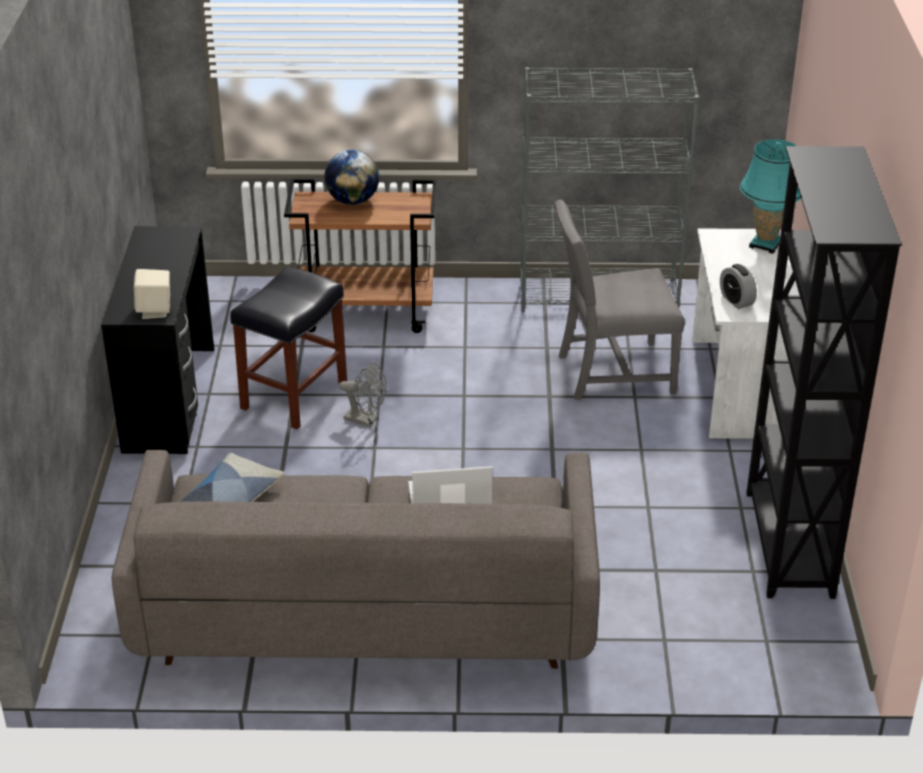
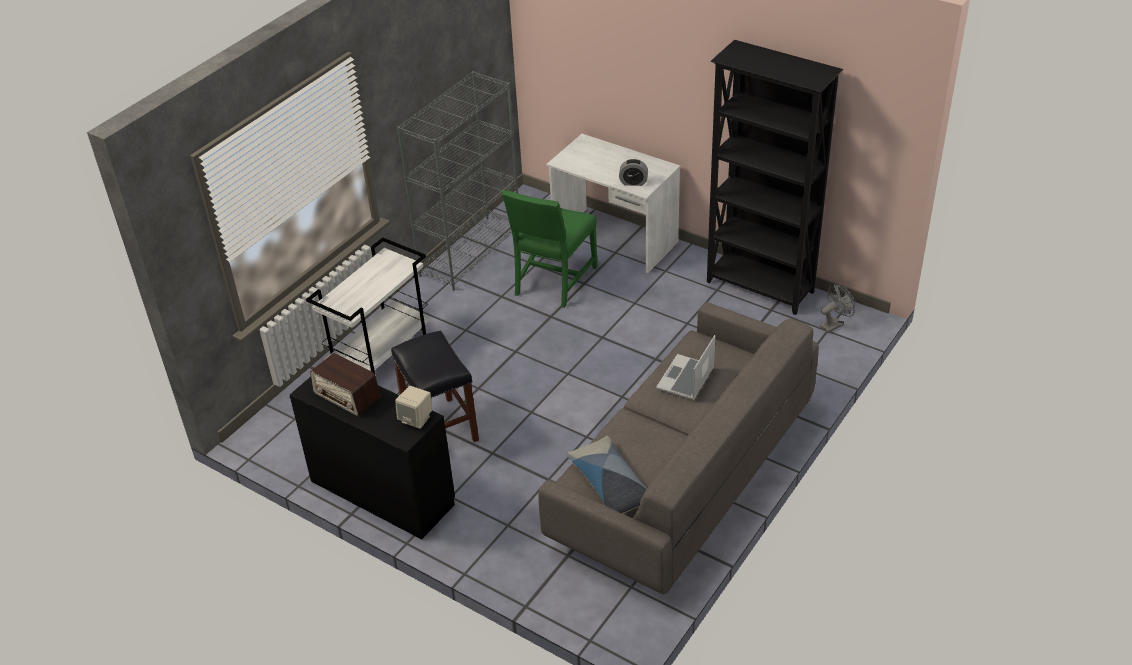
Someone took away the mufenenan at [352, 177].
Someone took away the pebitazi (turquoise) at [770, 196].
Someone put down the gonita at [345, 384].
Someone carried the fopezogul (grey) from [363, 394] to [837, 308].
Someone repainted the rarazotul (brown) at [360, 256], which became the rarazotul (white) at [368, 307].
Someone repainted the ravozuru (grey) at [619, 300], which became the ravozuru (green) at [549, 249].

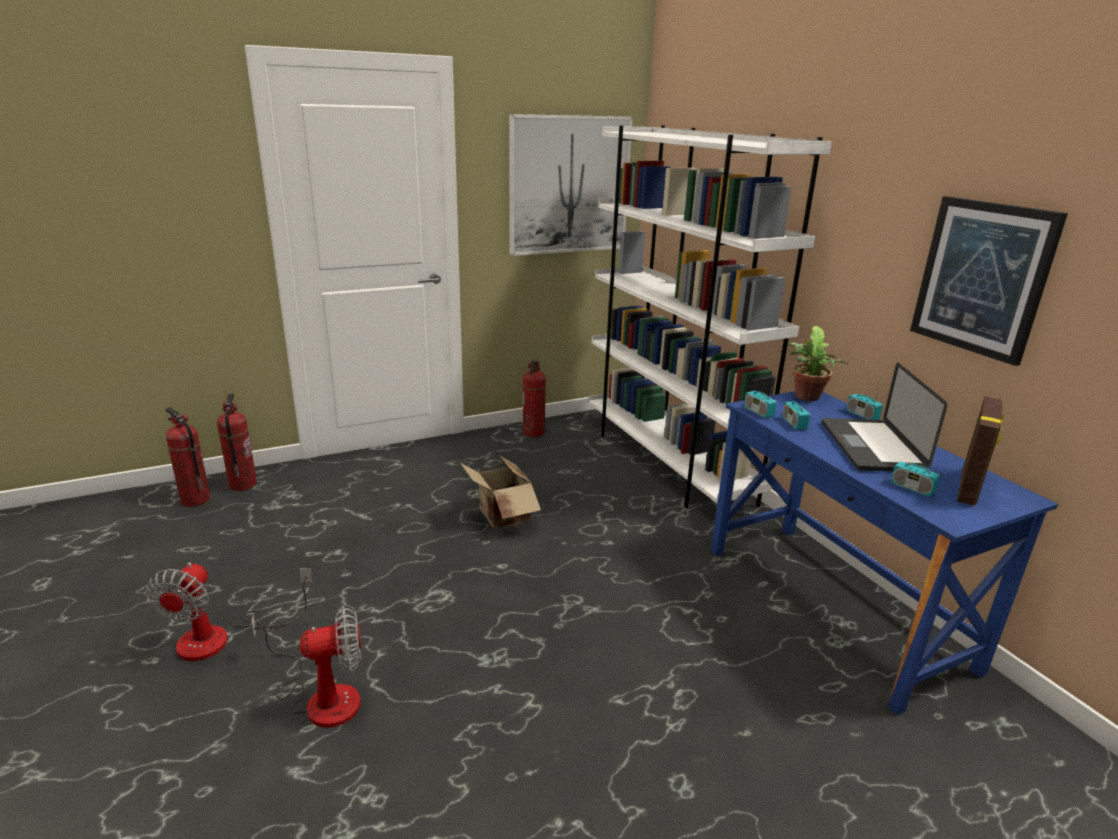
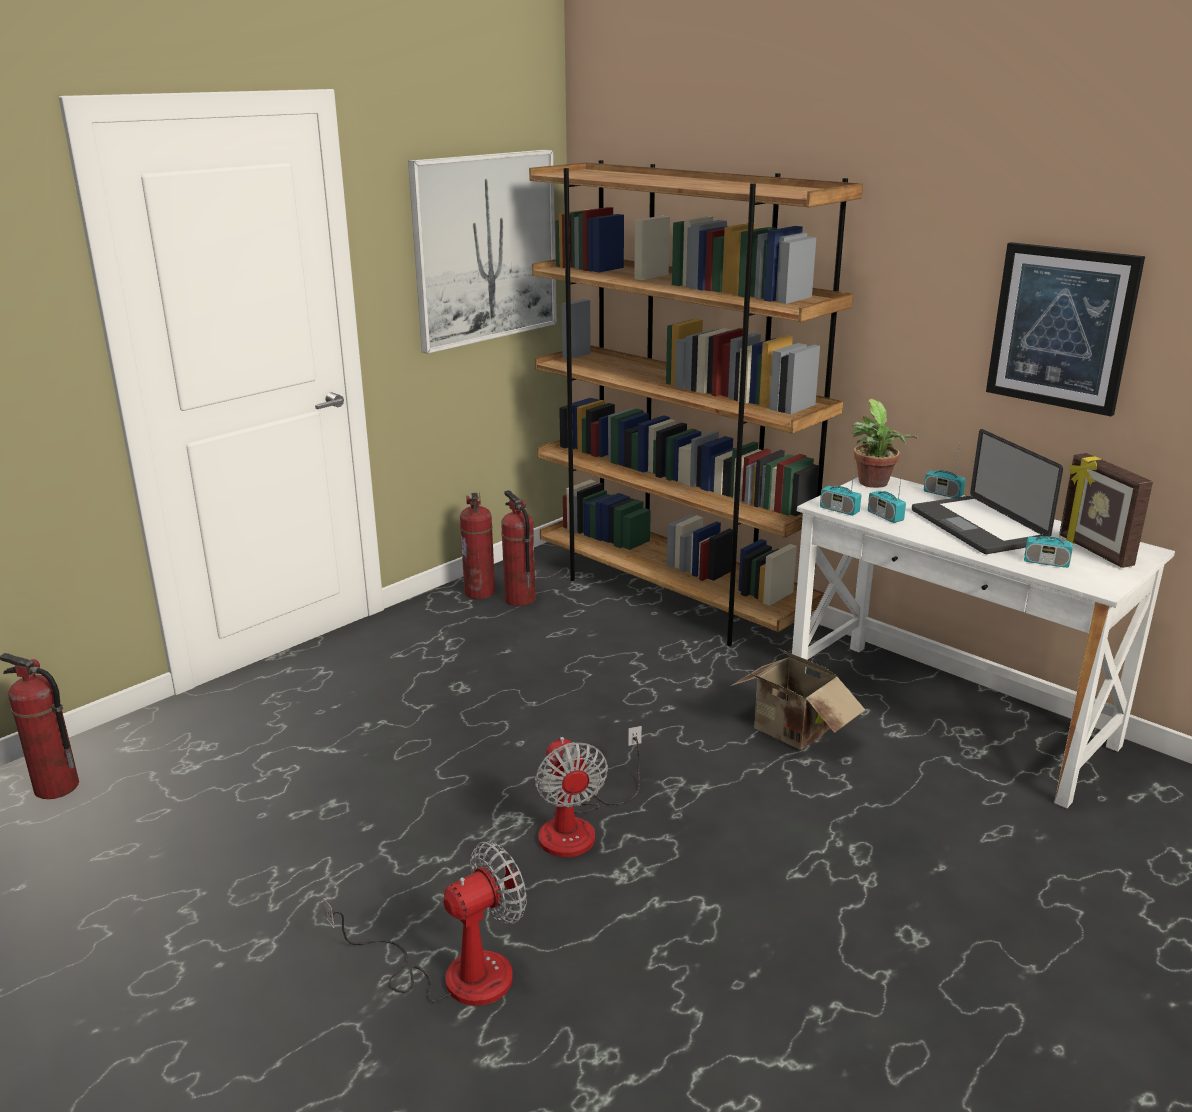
Someone carried the fopezogul from [229, 611] to [588, 791].
Someone carried the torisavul from [237, 442] to [518, 548].
Someone carried the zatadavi from [500, 491] to [798, 699].
Someone repainted the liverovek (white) at [710, 316], which became the liverovek (brown) at [696, 403].
Someone repainted the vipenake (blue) at [884, 553], which became the vipenake (white) at [983, 642].
Someone rotated the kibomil at [980, 451] by 150 degrees clockwise.

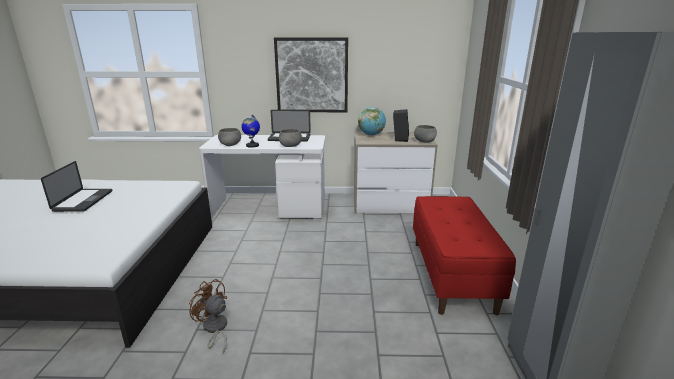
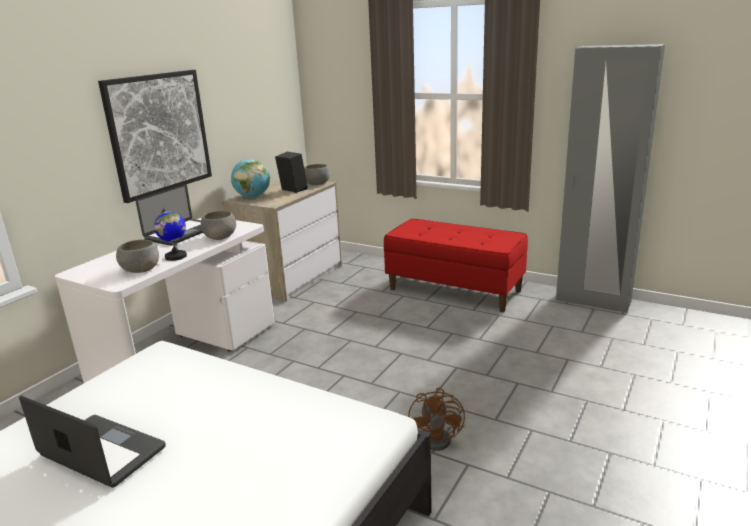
Someone rotated the fopezogul (brown) at [208, 317] by 60 degrees counterclockwise.

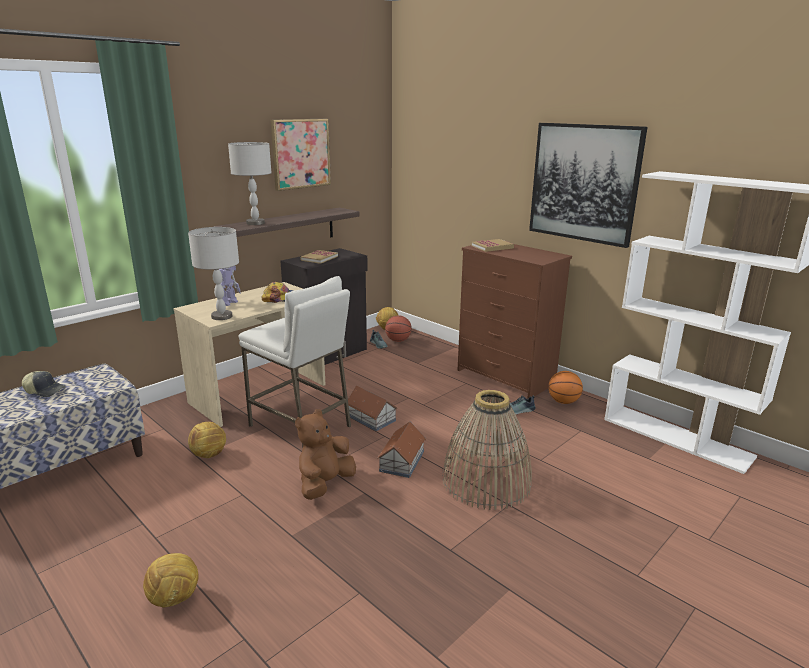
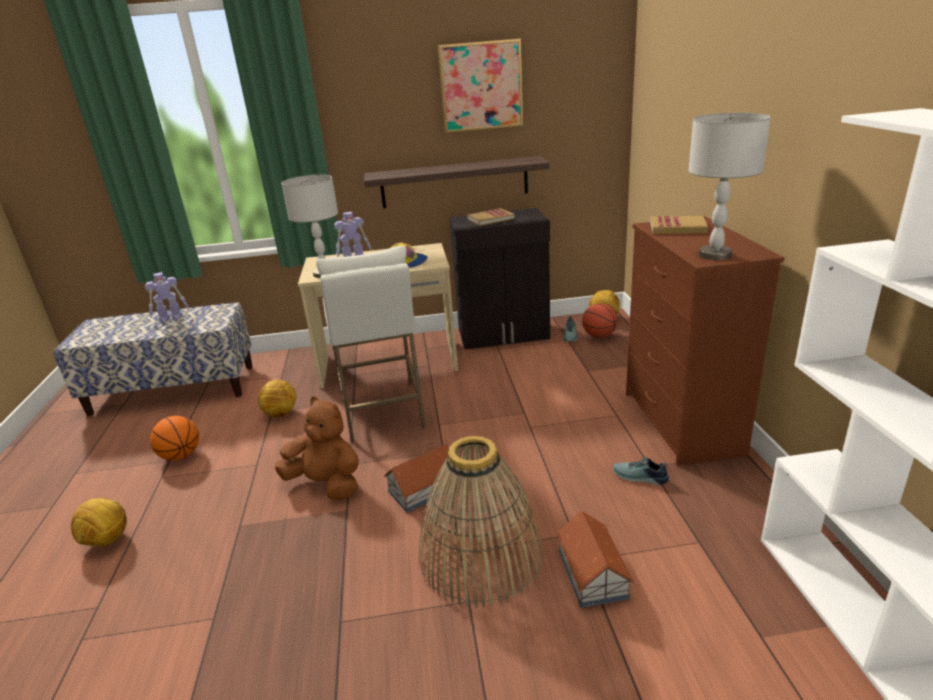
Someone took away the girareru at [588, 185].
Someone carried the pebitazi (grey) from [250, 183] to [729, 186].
Someone carried the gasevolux from [373, 408] to [595, 559].
Someone carried the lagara from [565, 387] to [174, 438].
Someone swapped the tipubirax at [44, 384] for the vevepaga at [167, 297].
Someone rotated the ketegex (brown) at [325, 454] by 45 degrees clockwise.

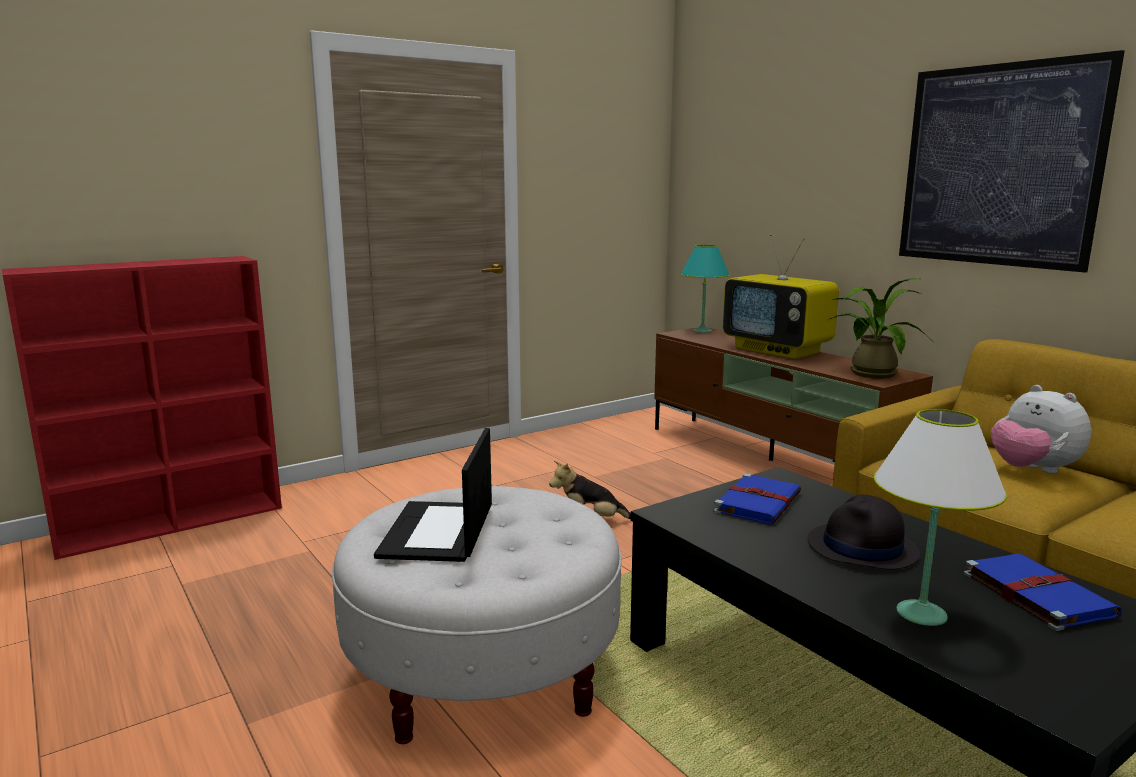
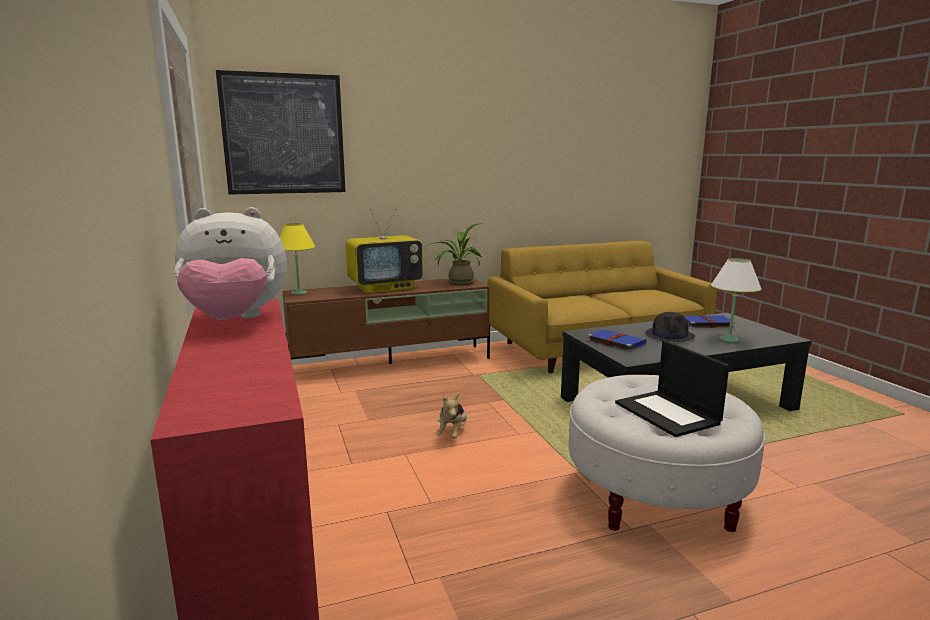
Someone carried the girareru from [1012, 161] to [281, 132].
Someone carried the ketegex from [1041, 429] to [230, 263].
Someone repainted the pebitazi (turquoise) at [705, 289], which became the pebitazi (yellow) at [298, 258].
Someone rotated the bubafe at [433, 495] by 45 degrees clockwise.

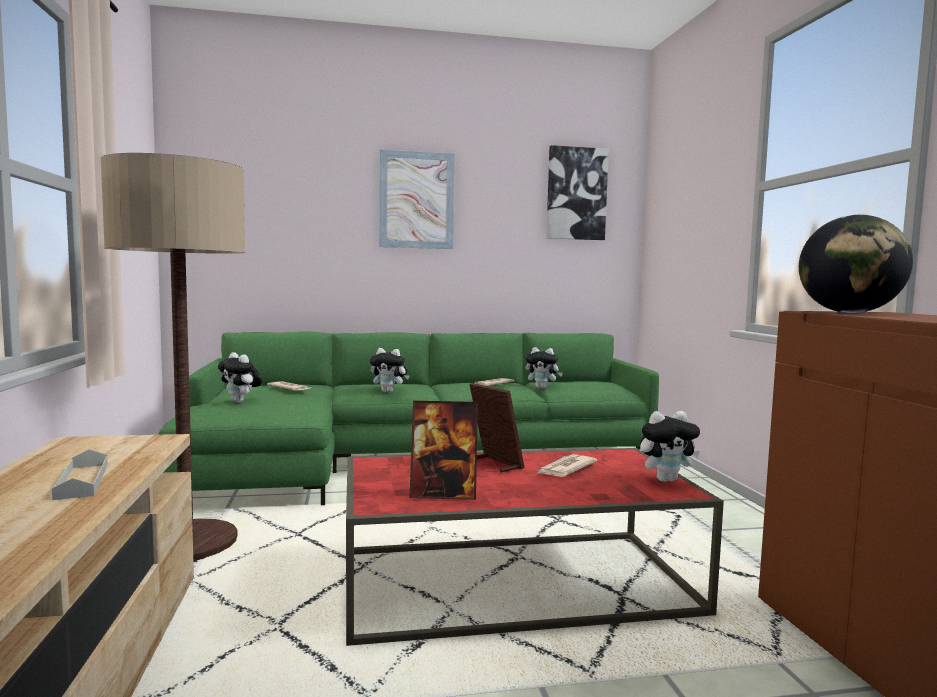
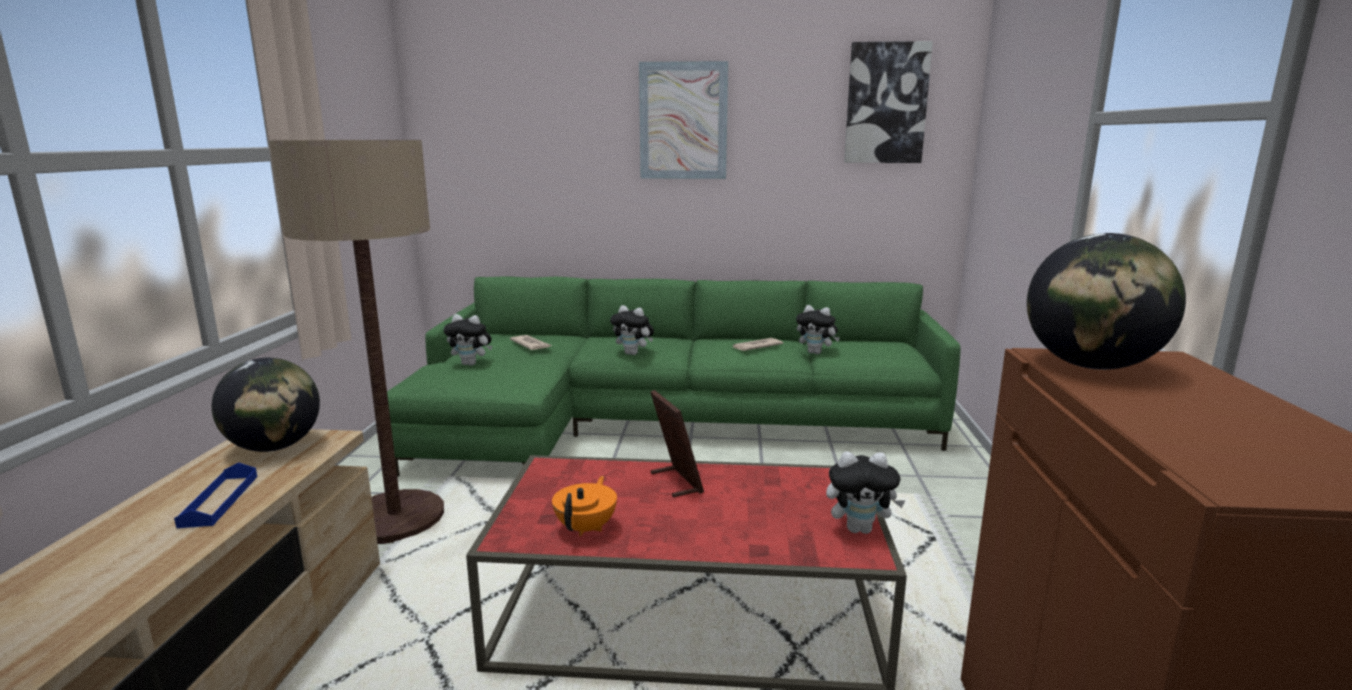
Someone took away the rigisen at [566, 465].
Someone put down the mufenenan at [266, 405].
Someone swapped the kibomil at [443, 450] for the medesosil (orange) at [584, 506].
Someone repainted the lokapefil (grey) at [80, 474], which became the lokapefil (blue) at [215, 495].
Someone rotated the ketegex at [240, 377] by 45 degrees counterclockwise.

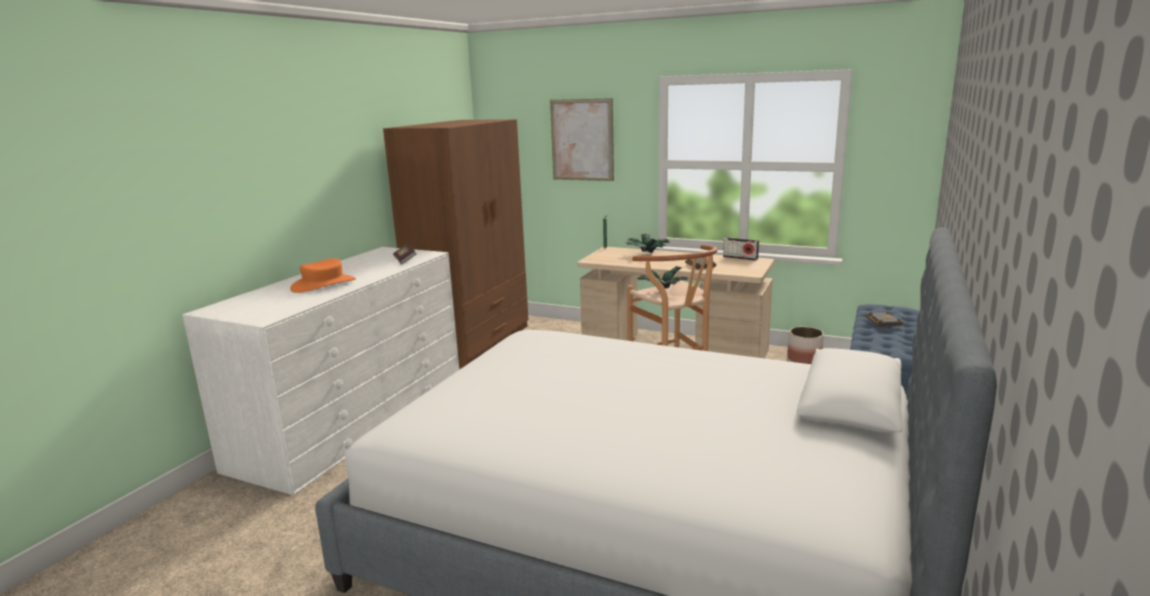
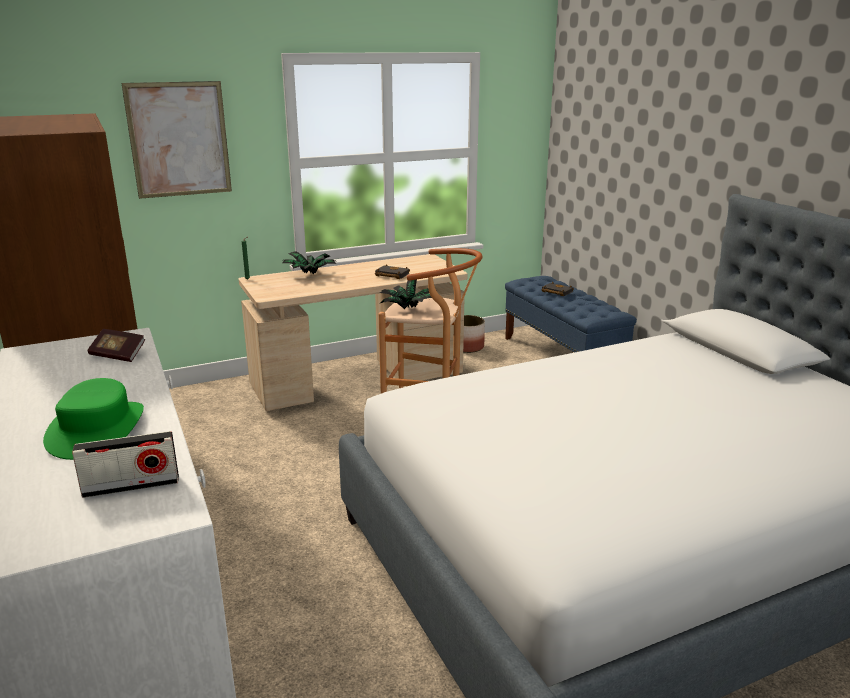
Someone carried the gonita from [741, 249] to [125, 464].
Someone repainted the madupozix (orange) at [323, 275], which became the madupozix (green) at [93, 419].

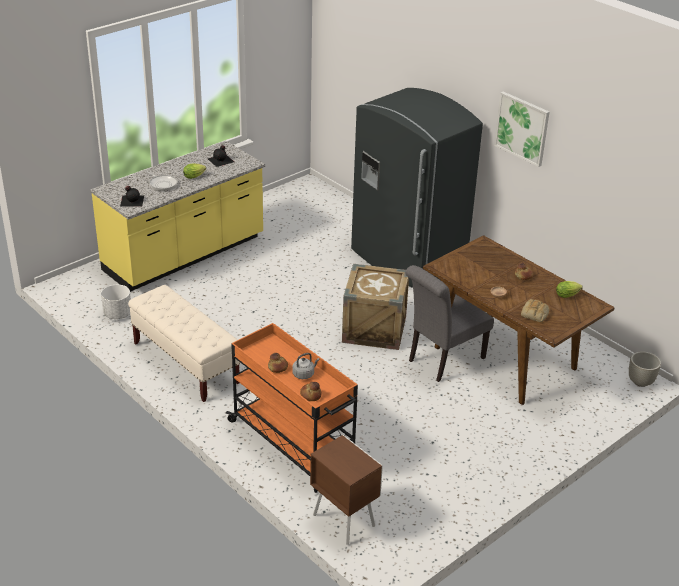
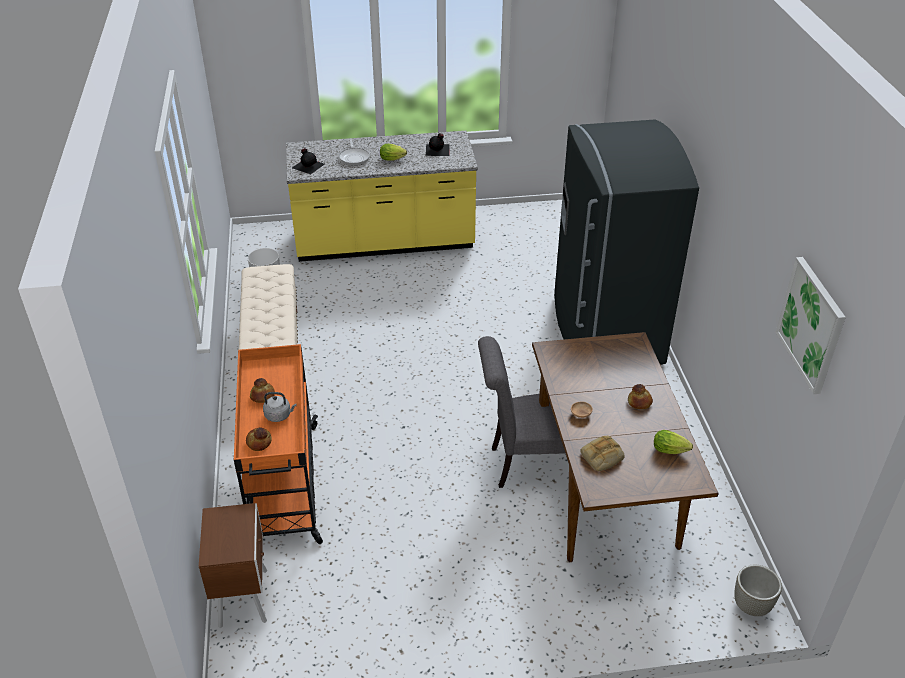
Someone took away the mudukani at [375, 307].
Someone carried the girareru from [521, 129] to [811, 325].

